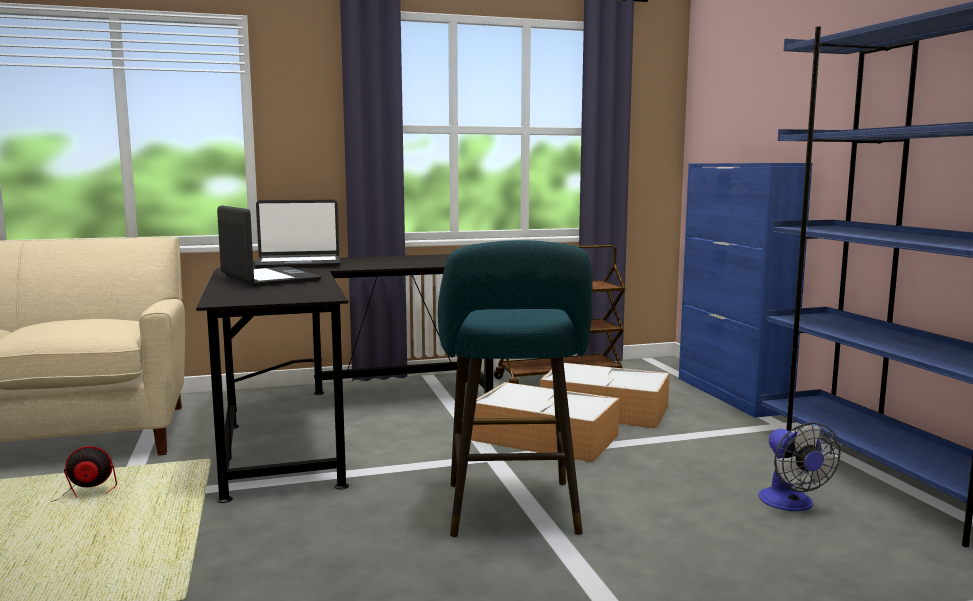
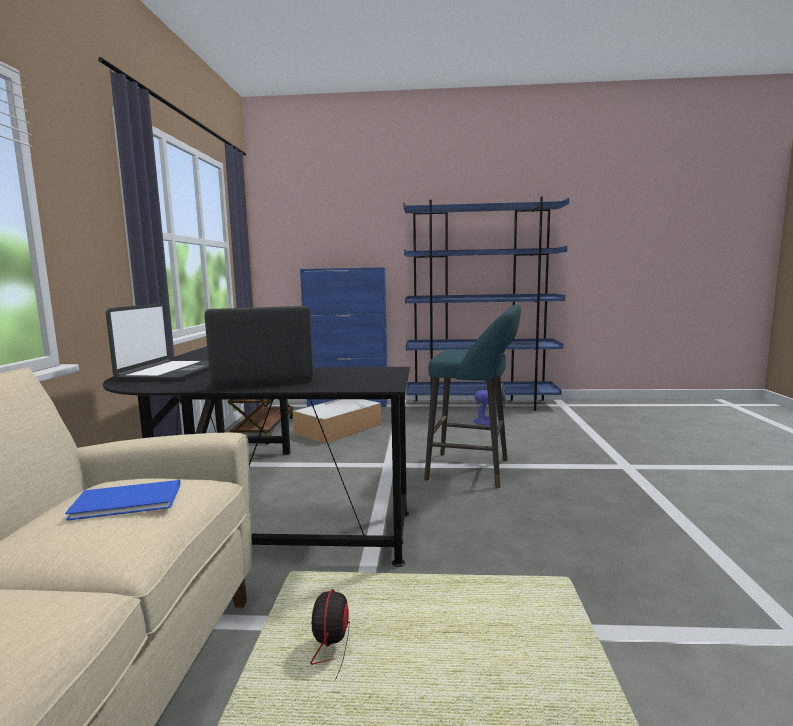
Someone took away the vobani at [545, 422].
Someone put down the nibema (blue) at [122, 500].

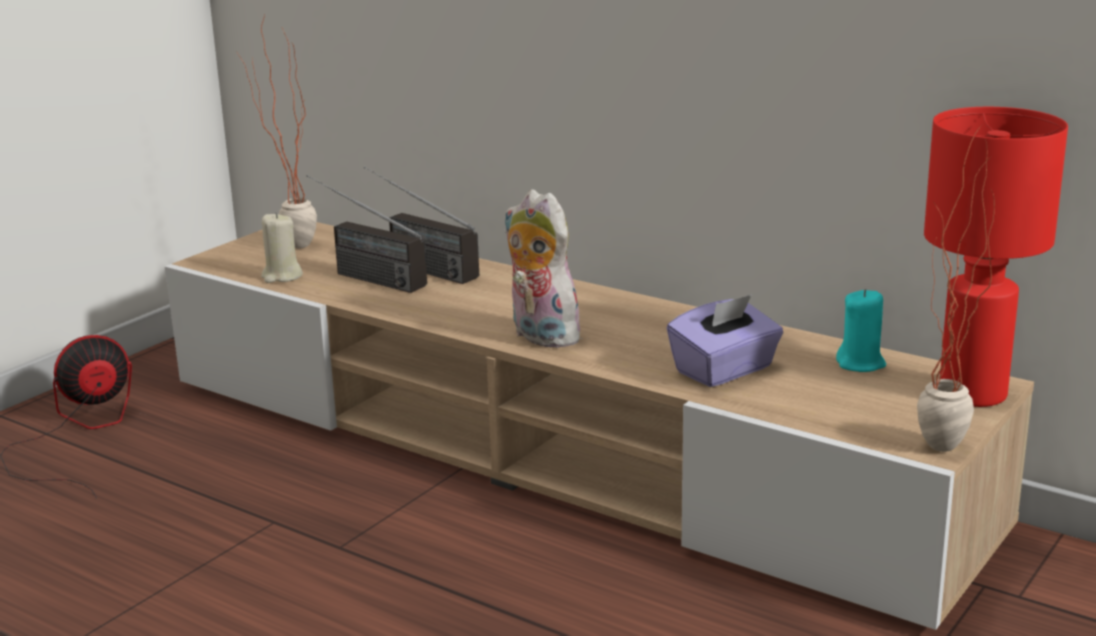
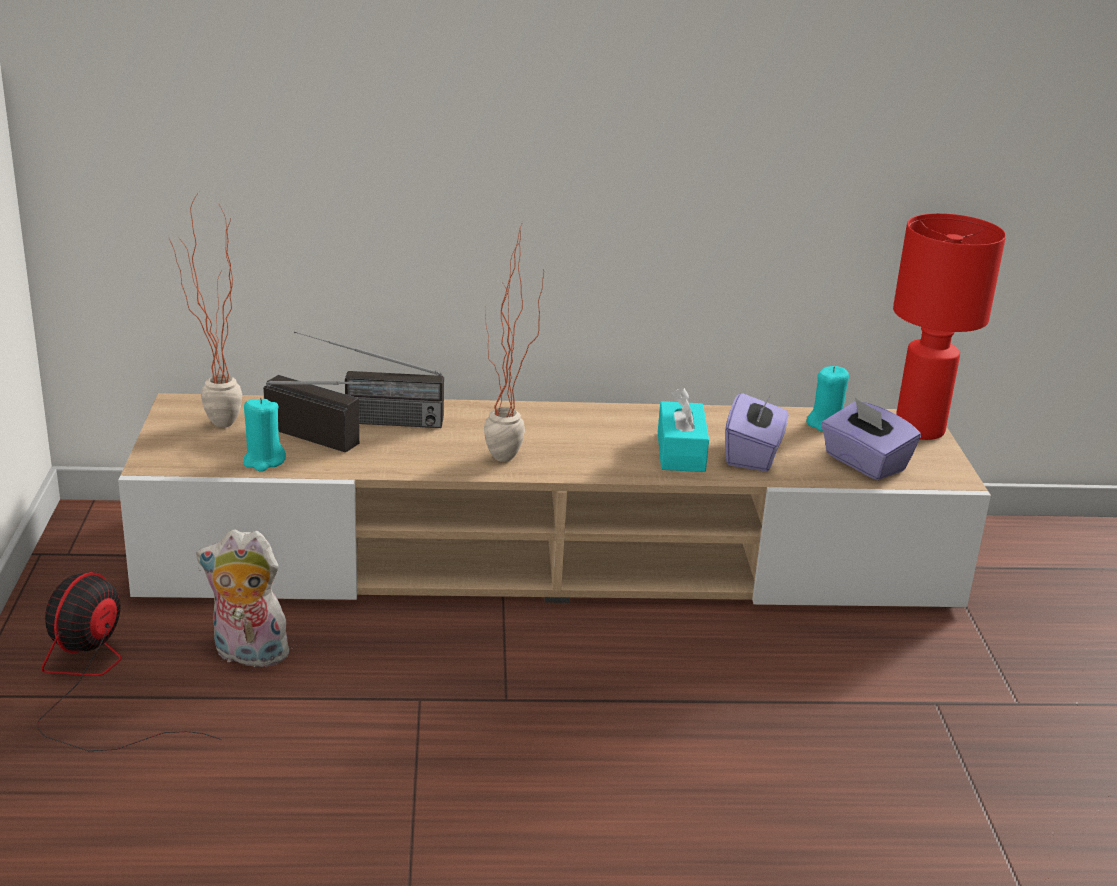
Someone put down the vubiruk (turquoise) at [683, 429].
Someone put down the vubiruk (purple) at [871, 439].
Someone carried the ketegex from [544, 268] to [243, 598].
Someone carried the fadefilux from [956, 288] to [514, 342].
Someone repainted the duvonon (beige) at [282, 247], which became the duvonon (turquoise) at [265, 435].
Someone rotated the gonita at [367, 234] by 150 degrees counterclockwise.

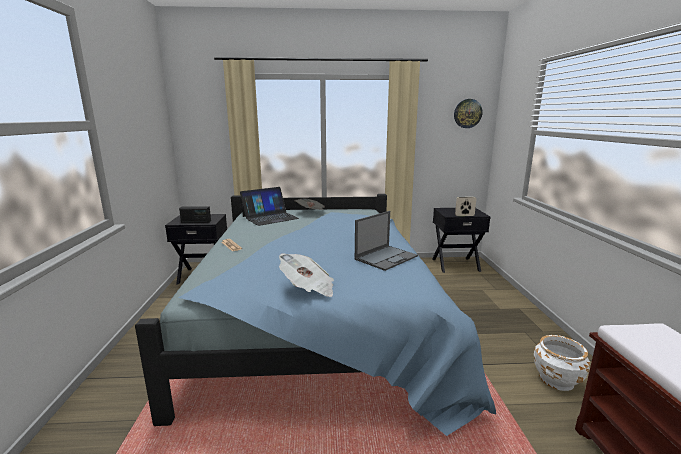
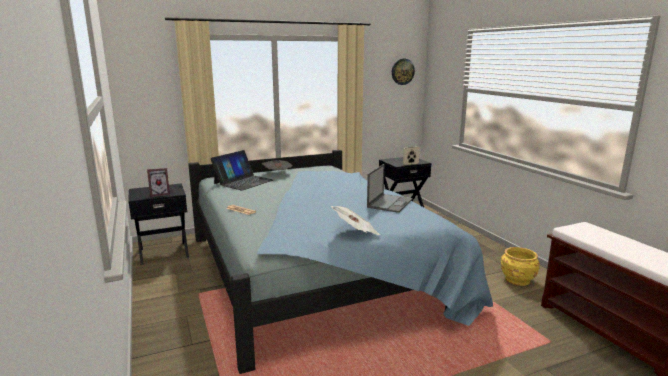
Someone swapped the gonita at [195, 214] for the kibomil at [158, 182].
Someone repainted the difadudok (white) at [562, 363], which became the difadudok (yellow) at [520, 266].

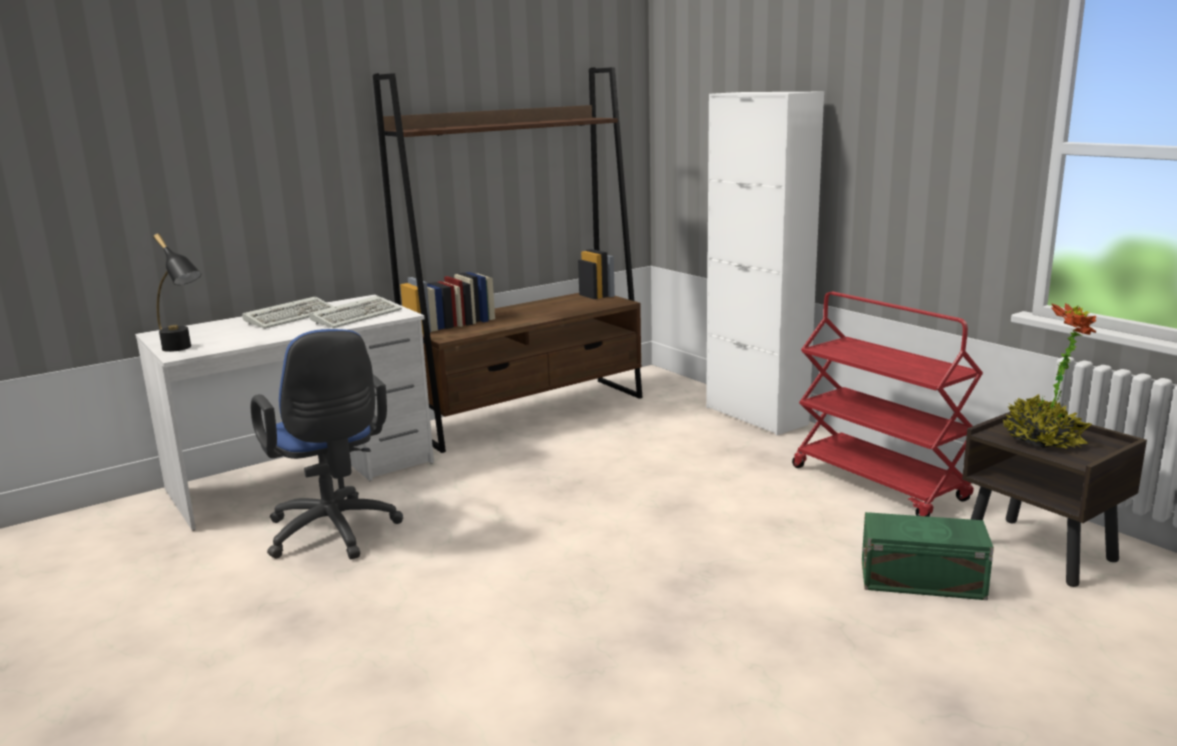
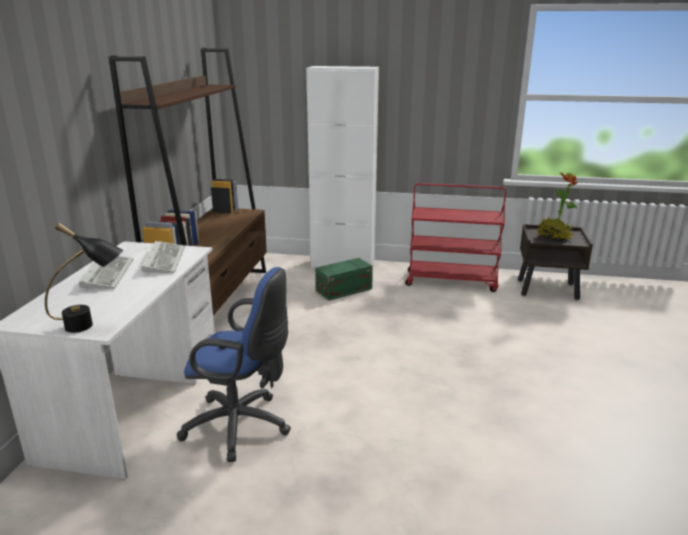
Someone carried the vobani (green) from [928, 556] to [344, 279].

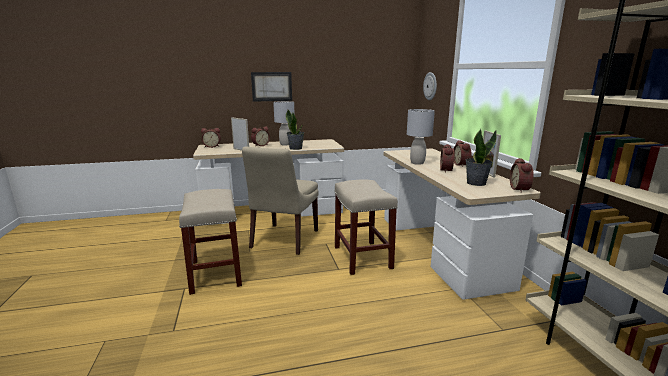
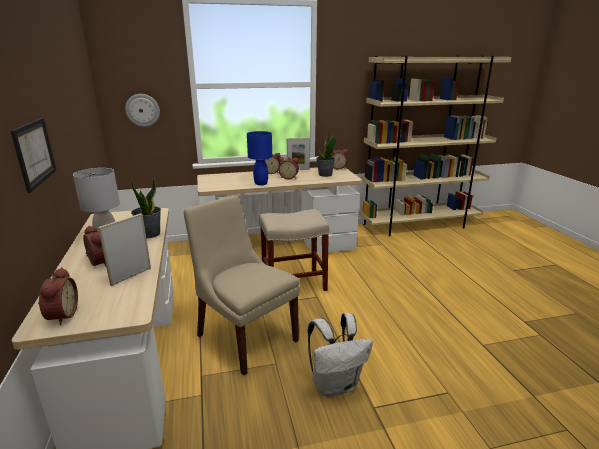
Someone swapped the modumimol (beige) at [210, 242] for the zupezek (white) at [340, 355].
Someone repainted the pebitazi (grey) at [421, 137], which became the pebitazi (blue) at [259, 158].
Someone rotated the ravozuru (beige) at [280, 201] by 150 degrees counterclockwise.

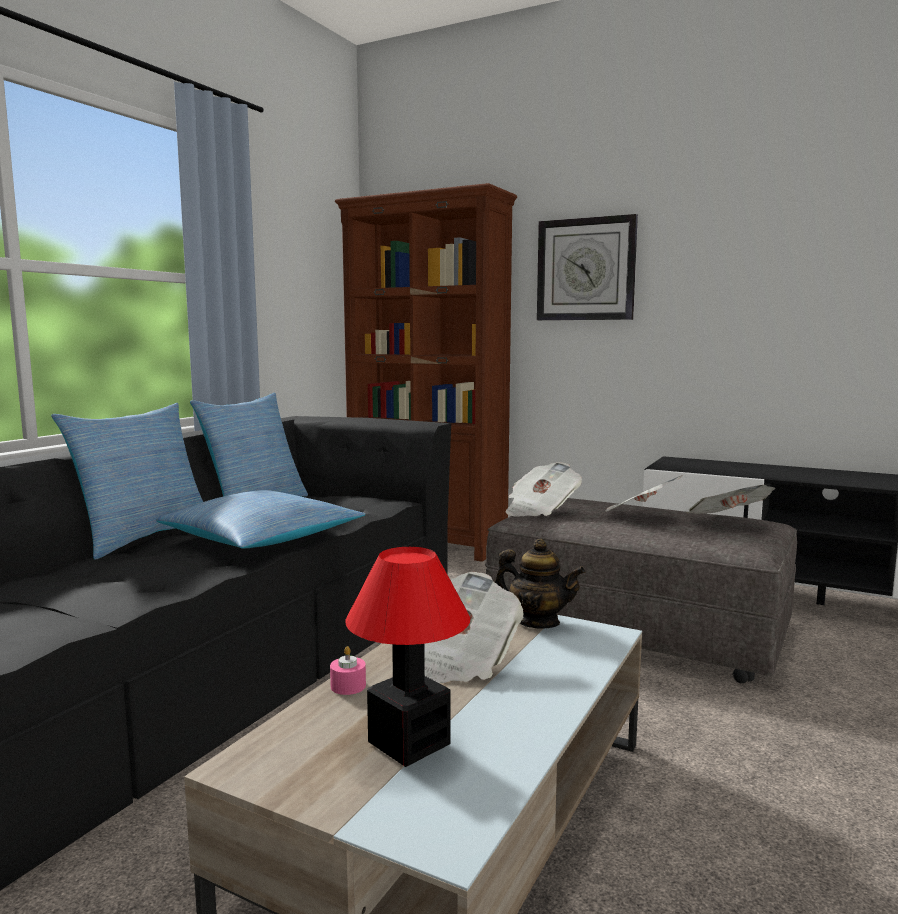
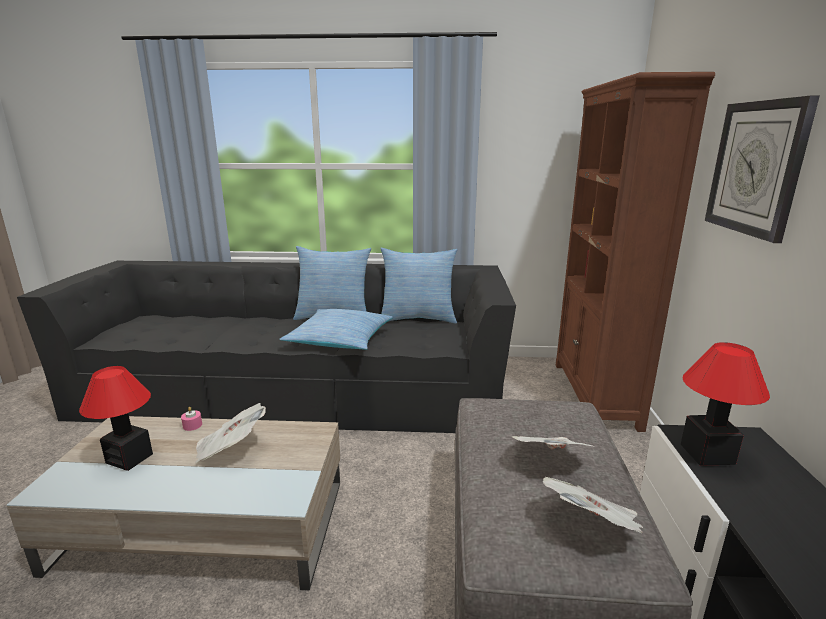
Someone took away the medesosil at [539, 584].
Someone took away the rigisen at [543, 489].
Someone put down the pebitazi at [725, 404].

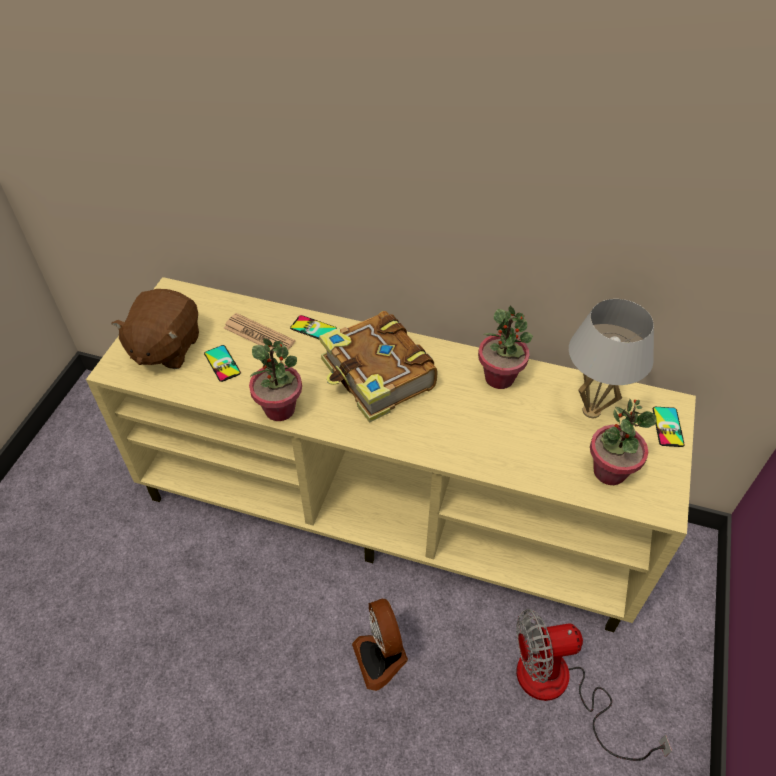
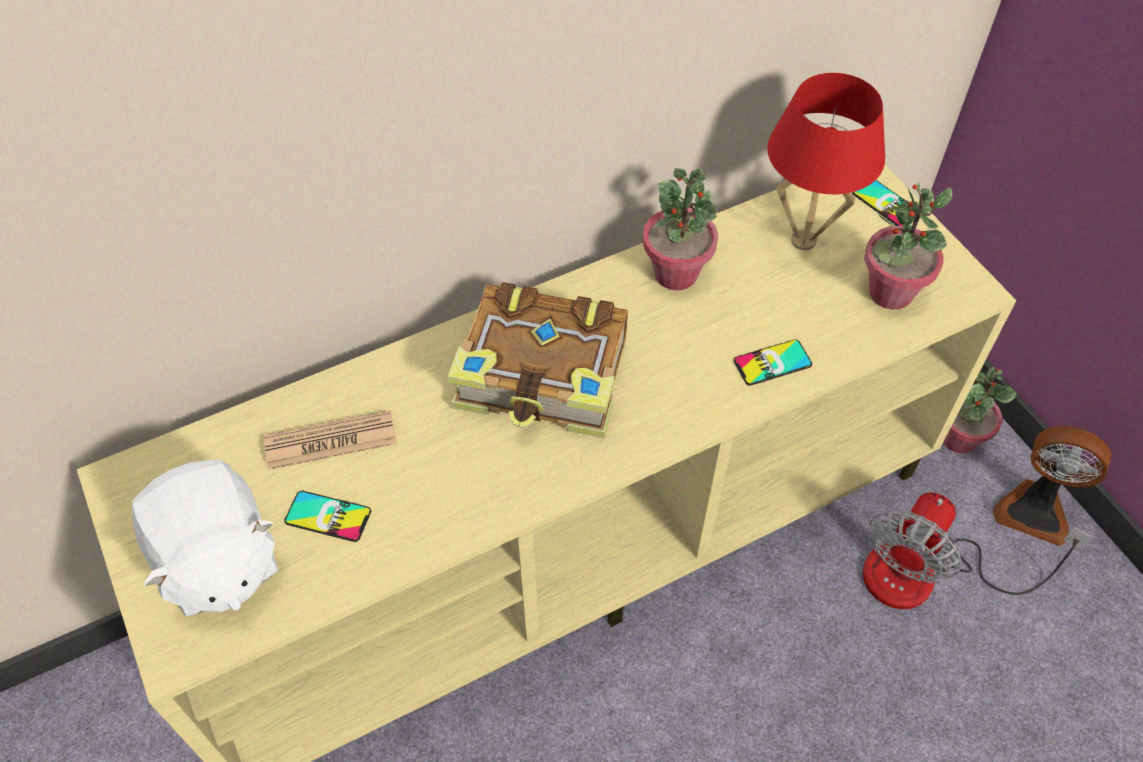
Someone carried the fadefilux from [275, 379] to [980, 410].
Someone carried the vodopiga from [313, 327] to [773, 362].
Someone carried the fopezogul from [380, 645] to [1052, 486].
Someone repainted the ketegex (brown) at [155, 329], which became the ketegex (white) at [205, 538].
Someone repainted the pebitazi (white) at [611, 358], which became the pebitazi (red) at [826, 161].

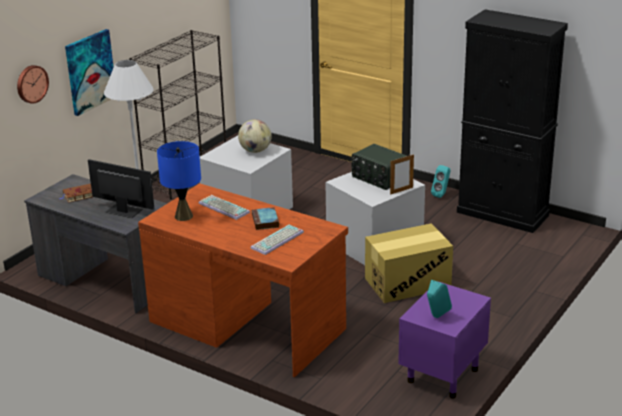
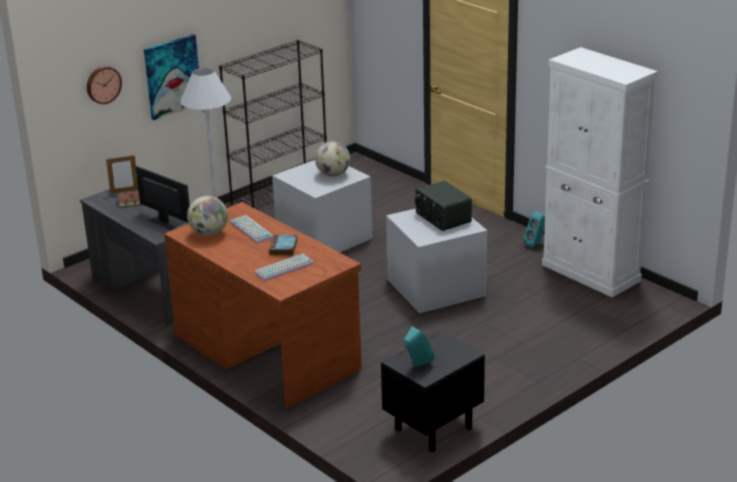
Someone took away the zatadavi at [409, 263].
Someone carried the kibomil from [402, 174] to [122, 174].
Someone swapped the pebitazi (blue) at [179, 181] for the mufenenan at [207, 216].
Someone repainted the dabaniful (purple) at [444, 340], which became the dabaniful (black) at [433, 391].
Someone repainted the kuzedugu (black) at [512, 121], which became the kuzedugu (white) at [600, 172].

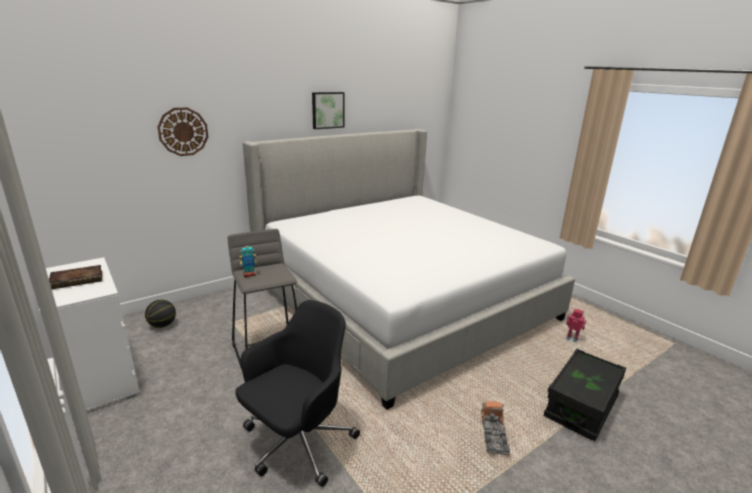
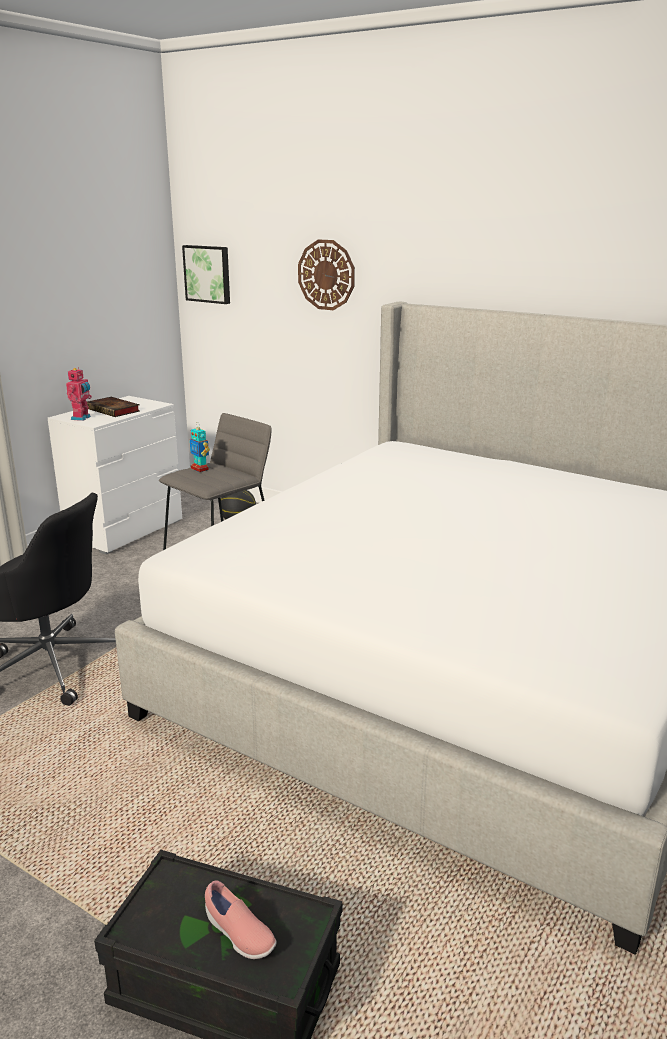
Someone took away the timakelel at [495, 428].
Someone put down the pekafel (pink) at [241, 920].
Someone carried the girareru from [328, 110] to [206, 274].
Someone carried the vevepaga from [576, 325] to [79, 394].

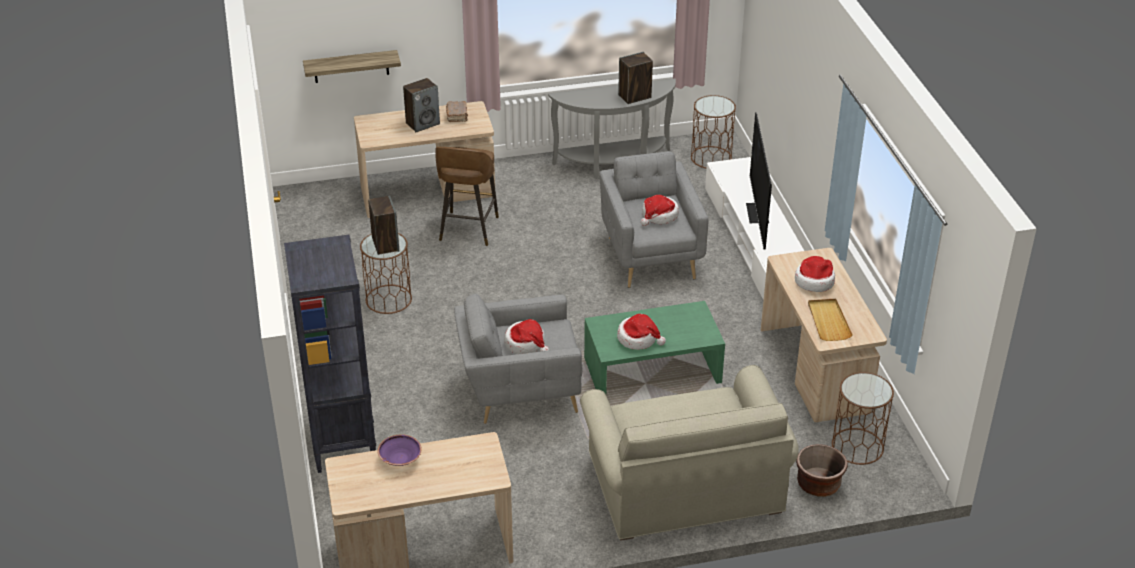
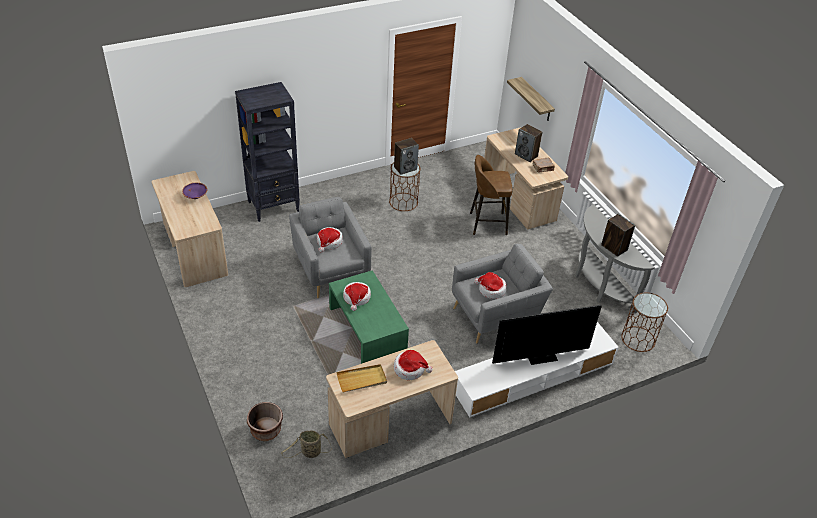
Someone took away the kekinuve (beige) at [689, 453].
Someone swapped the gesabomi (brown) at [863, 418] for the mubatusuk at [306, 444].

